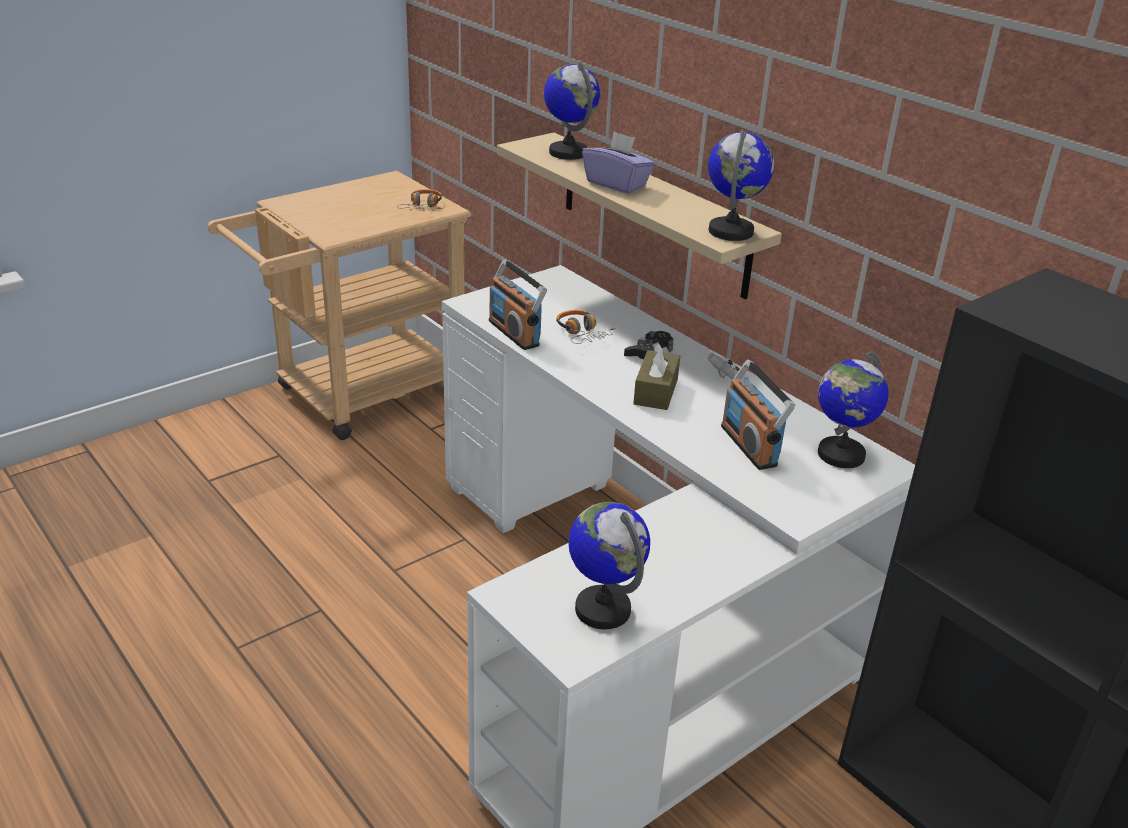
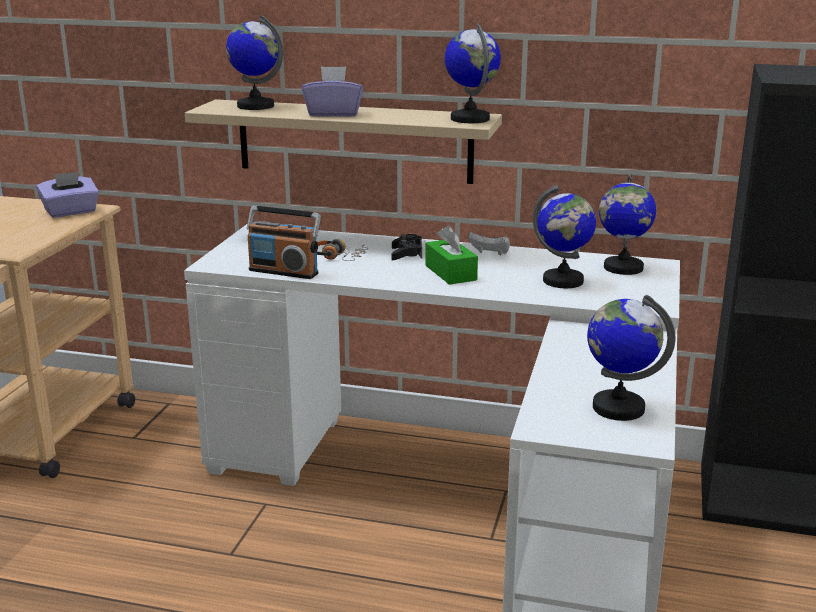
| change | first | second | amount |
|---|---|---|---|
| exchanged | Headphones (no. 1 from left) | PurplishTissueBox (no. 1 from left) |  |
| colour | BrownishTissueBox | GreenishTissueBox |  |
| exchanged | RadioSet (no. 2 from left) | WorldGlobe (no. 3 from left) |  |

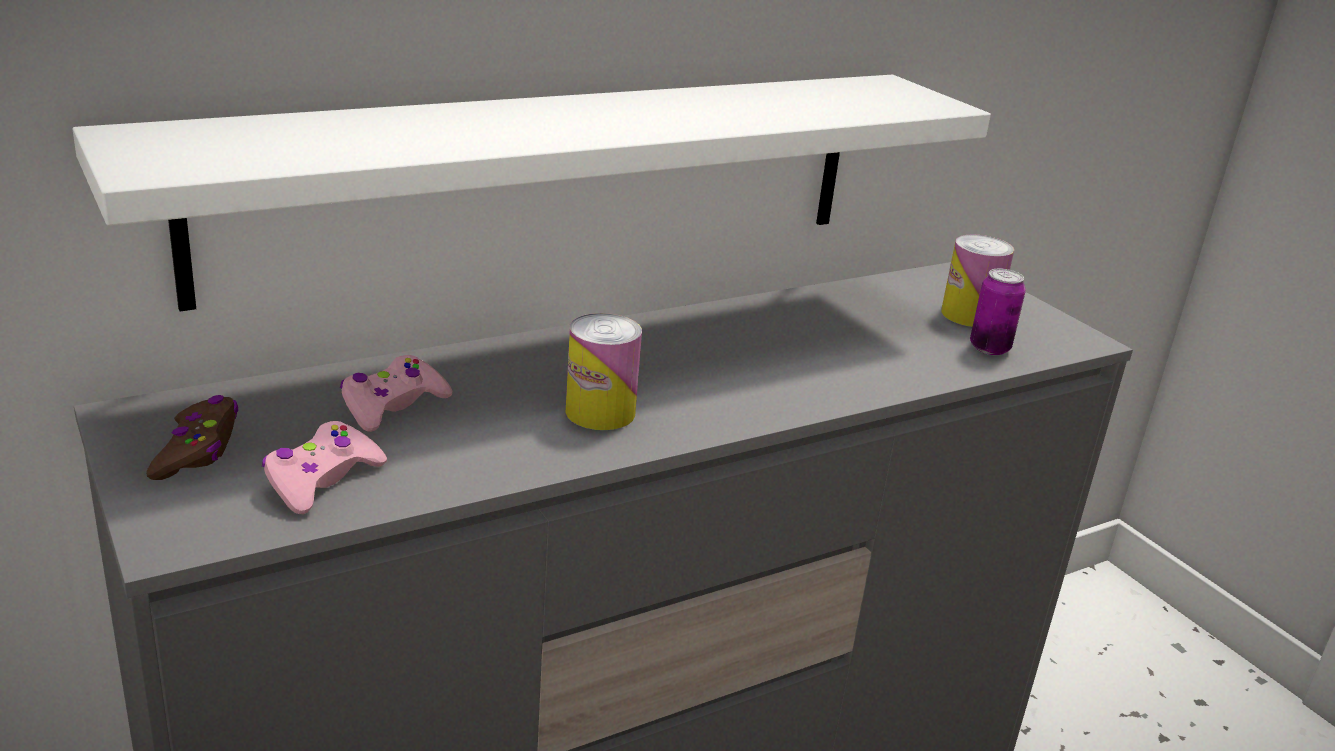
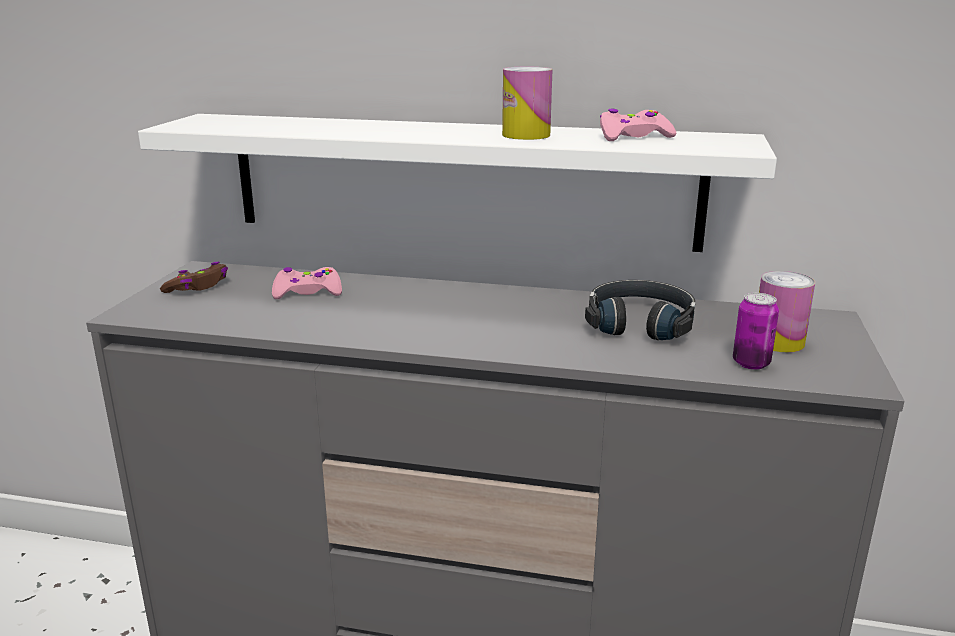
| change | first | second | amount |
|---|---|---|---|
| relocated | SealedCan (no. 1 from left) |  |  |
| appeared |  | BlackColouredHeadphones |  |
| relocated | PinkishGameController (no. 1 from left in the first image) | PinkishGameController (no. 2 from left) |  |

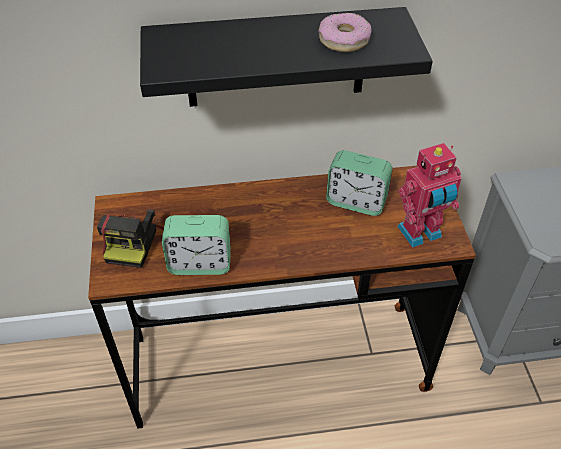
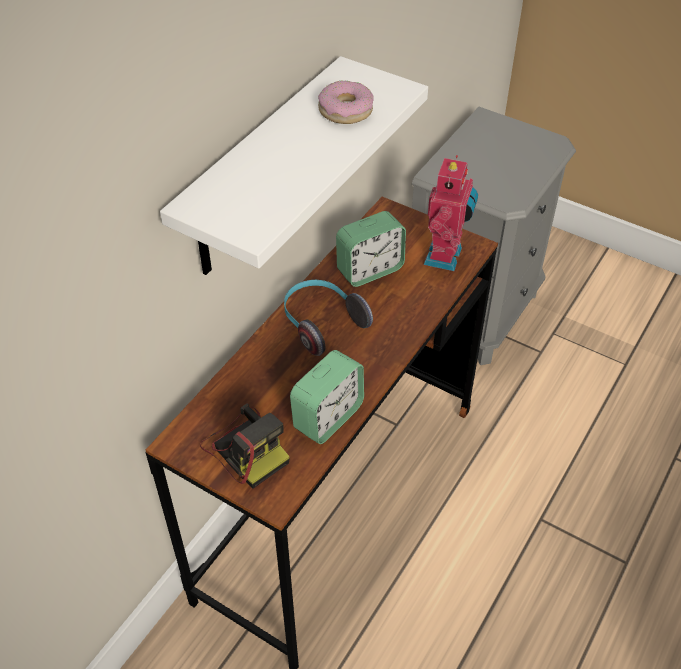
| change | first | second | amount |
|---|---|---|---|
| colour | BlackColouredShelf | WhiteShelf |  |
| appeared |  | Headphones |  |

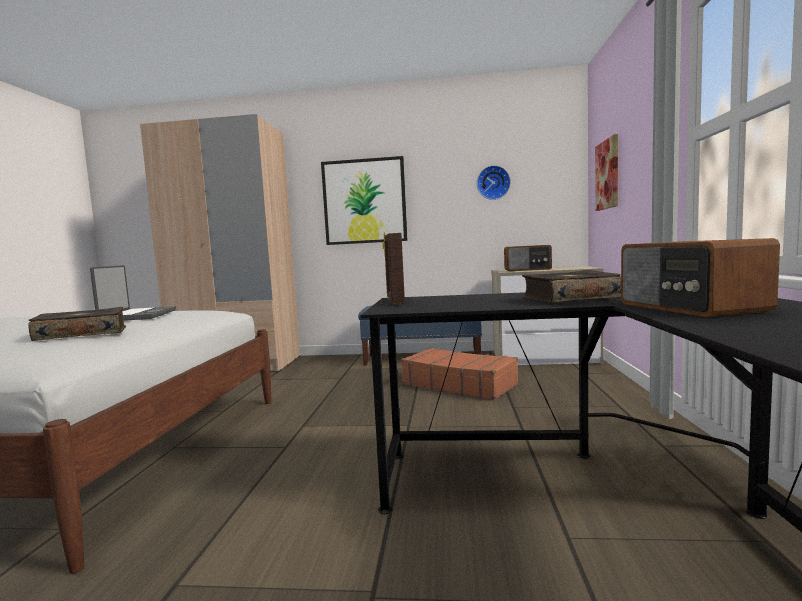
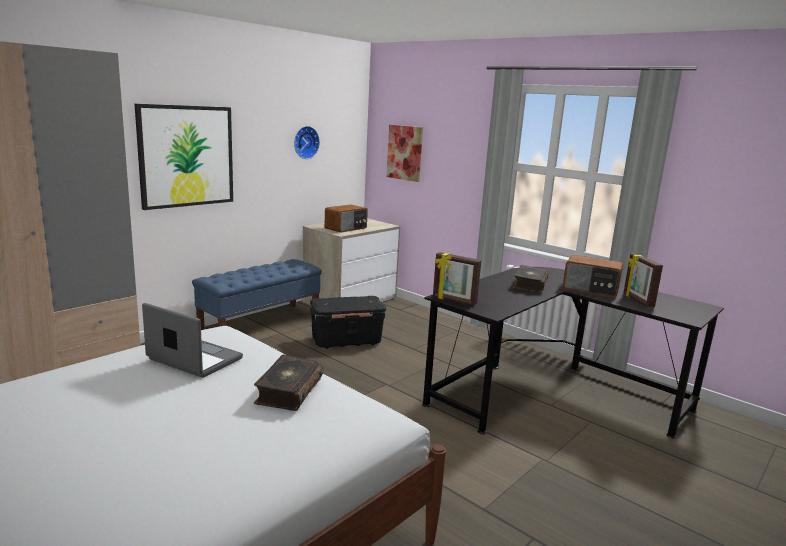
| change | first | second | amount |
|---|---|---|---|
| exchanged | BrownishPieceOfLuggage | BlackColouredStorageContainer |  |
| appeared |  | PictureFrame (no. 2 from left) |  |

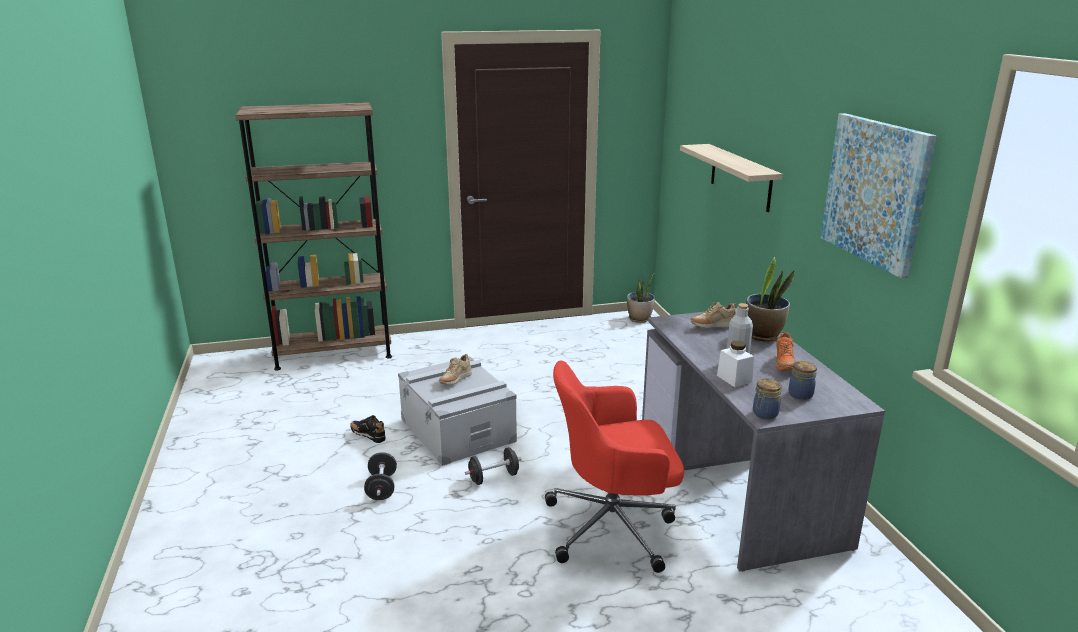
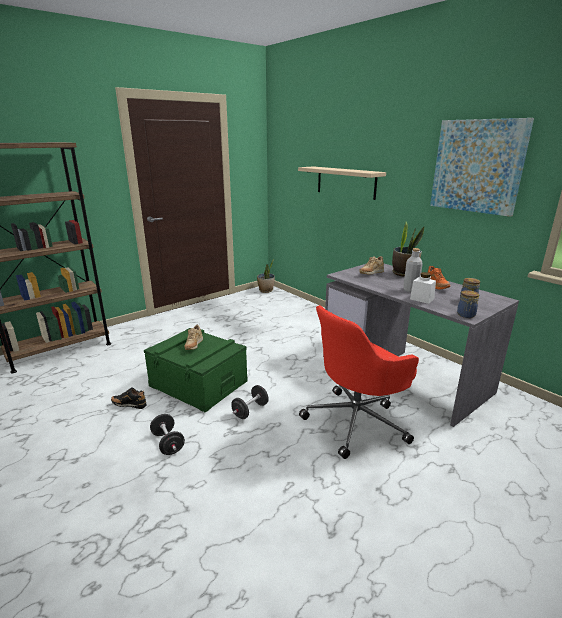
| change | first | second | amount |
|---|---|---|---|
| colour | GreyishStorageContainer | GreenishStorageContainer |  |

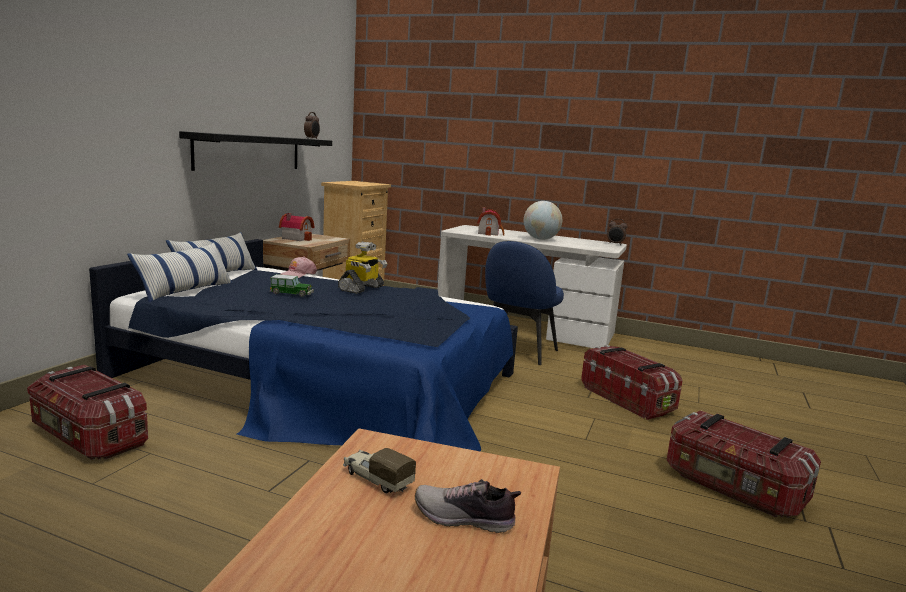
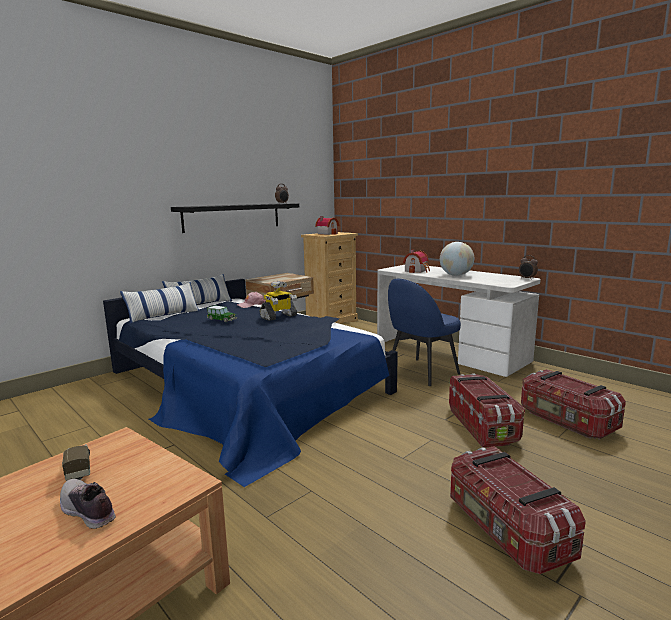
| change | first | second | amount |
|---|---|---|---|
| relocated | ModelHouse (no. 1 from left) |  |  |
| relocated | StorageContainer (no. 1 from left in the first image) | StorageContainer (no. 3 from left) |  |

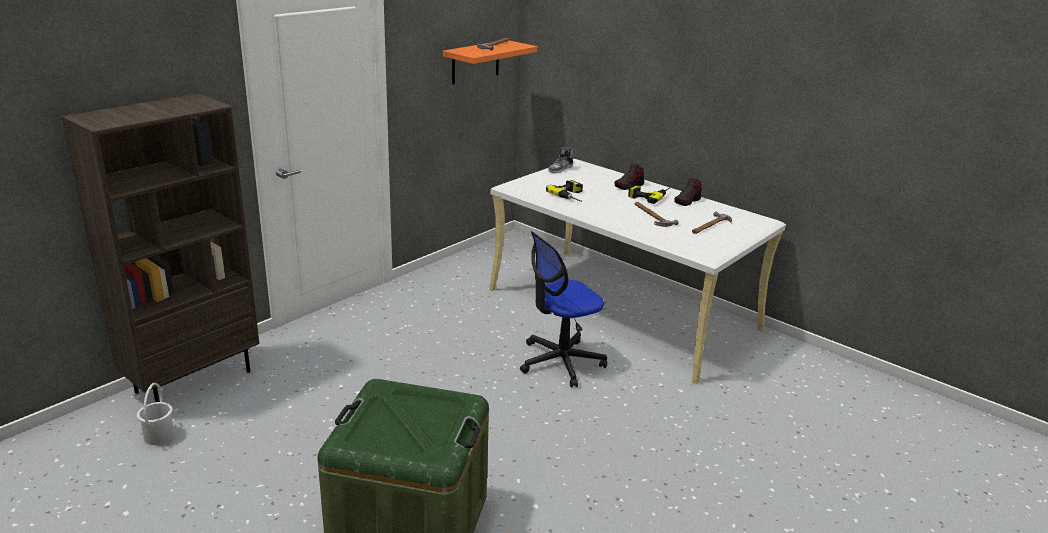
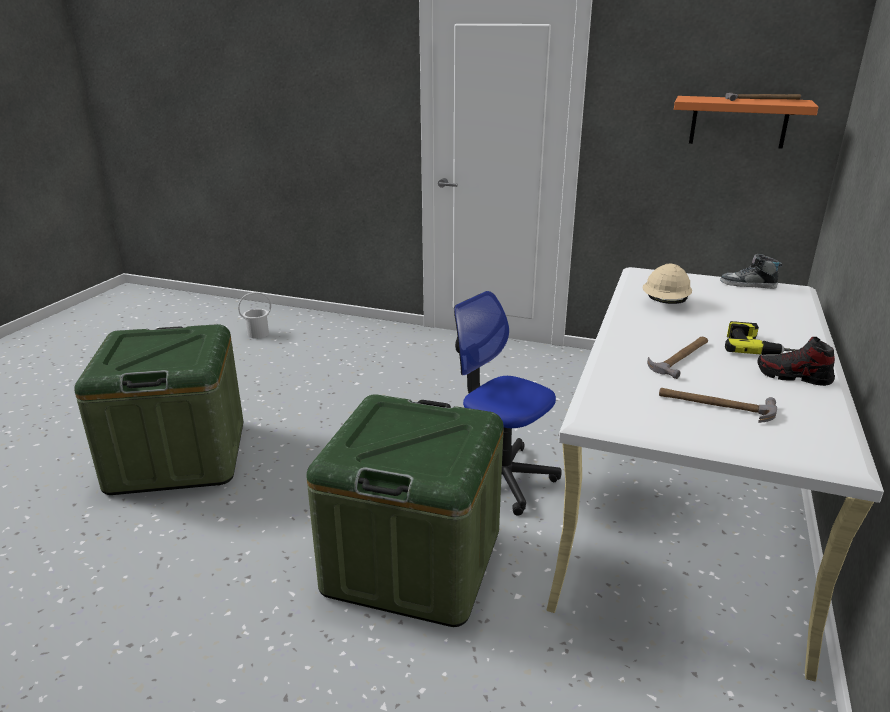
| change | first | second | amount |
|---|---|---|---|
| appeared |  | GreenishStorageContainer (no. 2 from left) |  |
| exchanged | PowerDrill (no. 1 from left) | BeigeColouredSafetyHelmet |  |
| missing | BrownishBookcase |  |  |
| missing | ItemOfFootwear (no. 2 from left) |  |  |

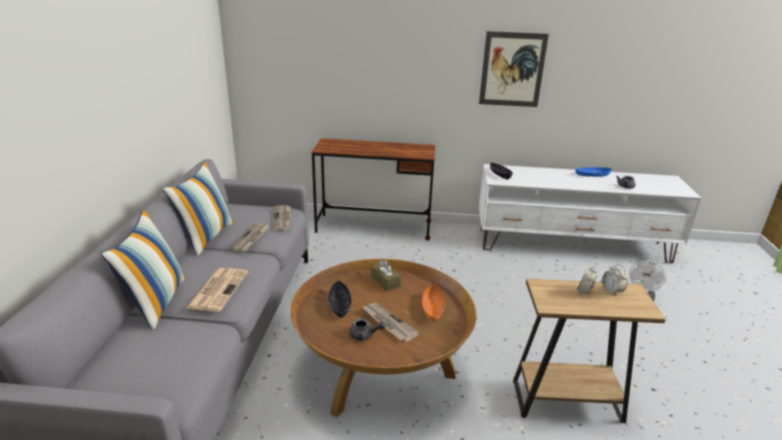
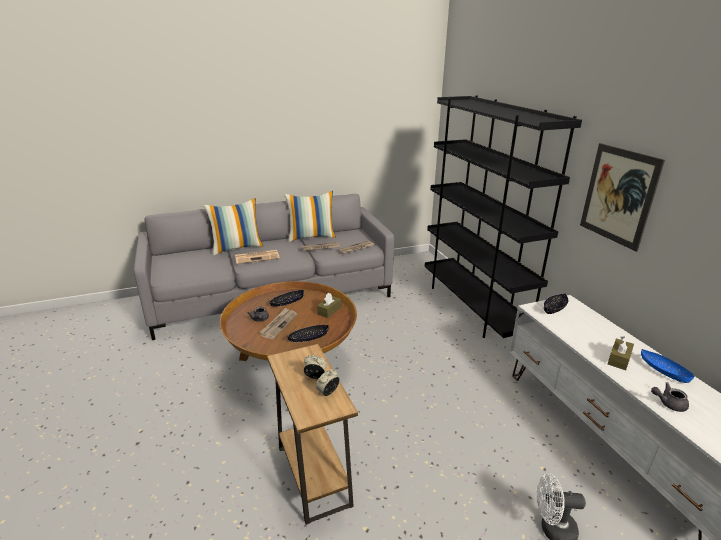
| change | first | second | amount |
|---|---|---|---|
| colour | OrangeyDeepDish | BlackColouredDeepDish (no. 2 from left) |  |
| exchanged | BrownishDeskUnit | BlackColouredBookcase |  |
| appeared |  | BrownishTissueBox (no. 2 from left) |  |

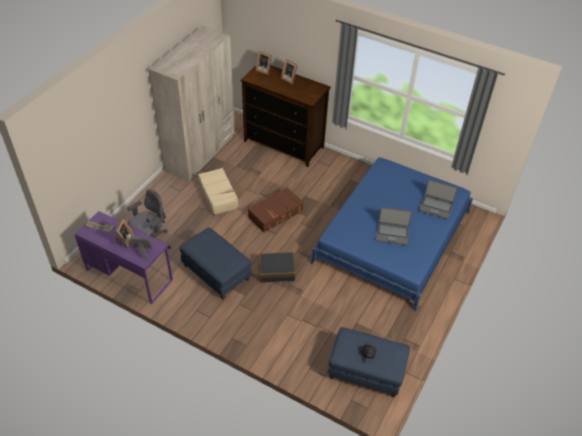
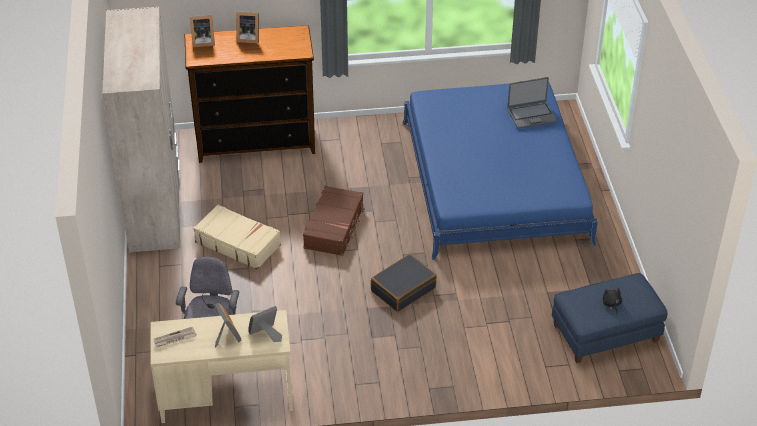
| change | first | second | amount |
|---|---|---|---|
| colour | PurplishDeskUnit | BeigeColouredDeskUnit |  |
| missing | BlueColouredOttoman (no. 1 from left) |  |  |
| missing | PortableComputer (no. 1 from left) |  |  |

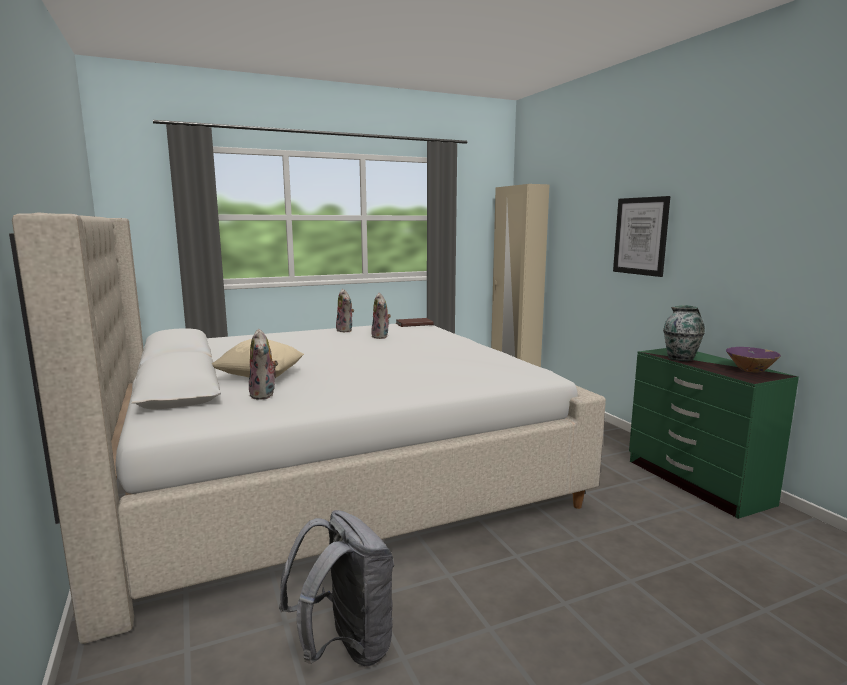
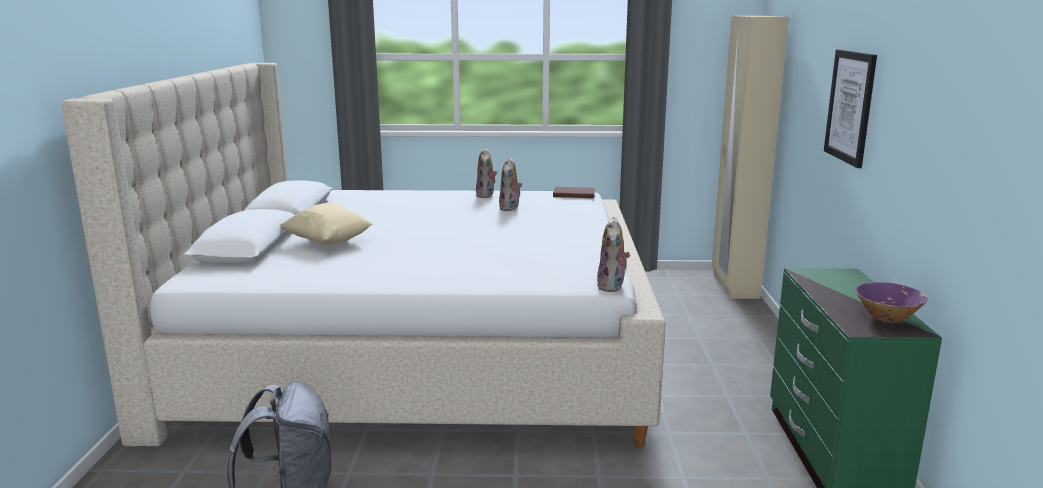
| change | first | second | amount |
|---|---|---|---|
| relocated | PlushToy (no. 1 from left in the first image) | PlushToy (no. 3 from left) |  |
| missing | Vase |  |  |

